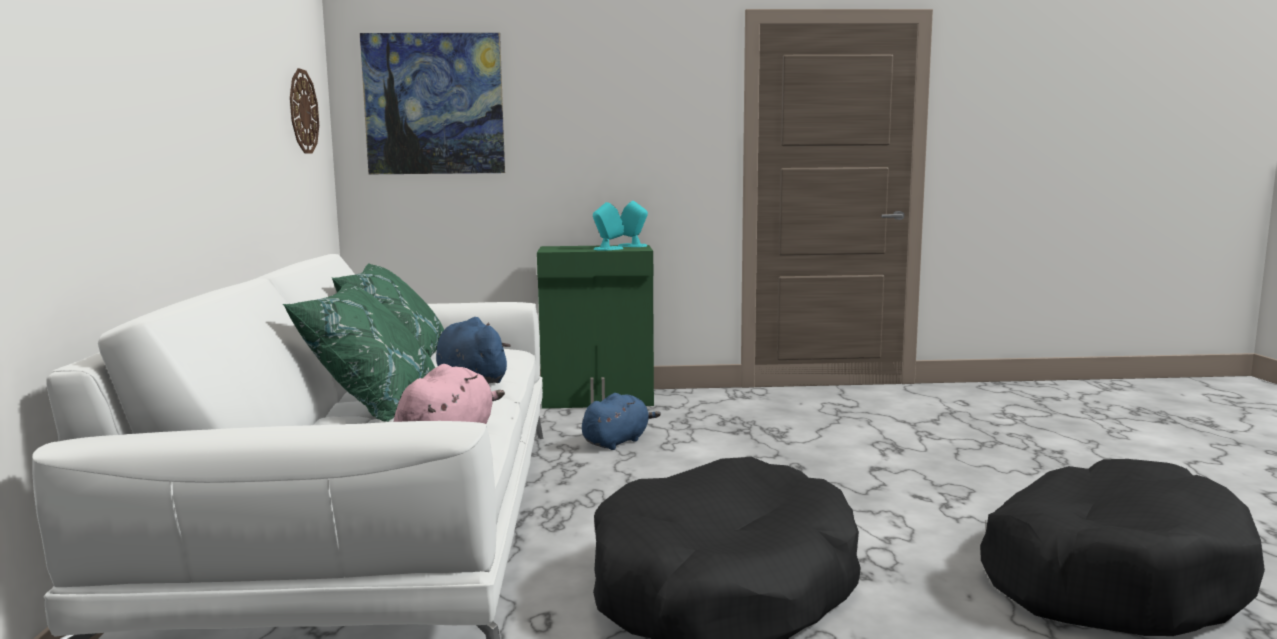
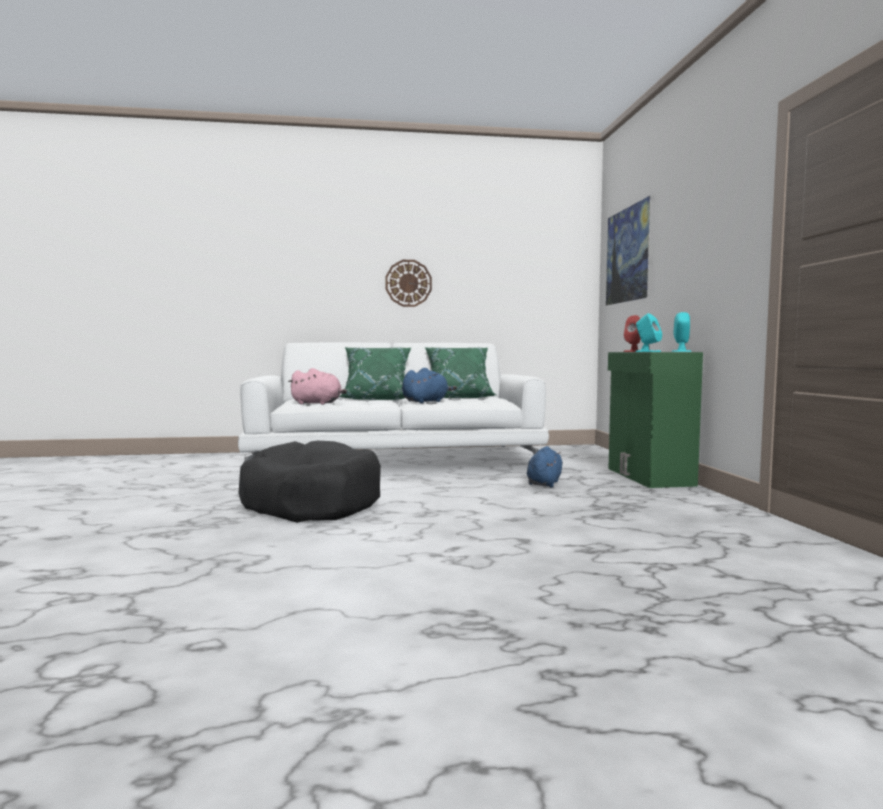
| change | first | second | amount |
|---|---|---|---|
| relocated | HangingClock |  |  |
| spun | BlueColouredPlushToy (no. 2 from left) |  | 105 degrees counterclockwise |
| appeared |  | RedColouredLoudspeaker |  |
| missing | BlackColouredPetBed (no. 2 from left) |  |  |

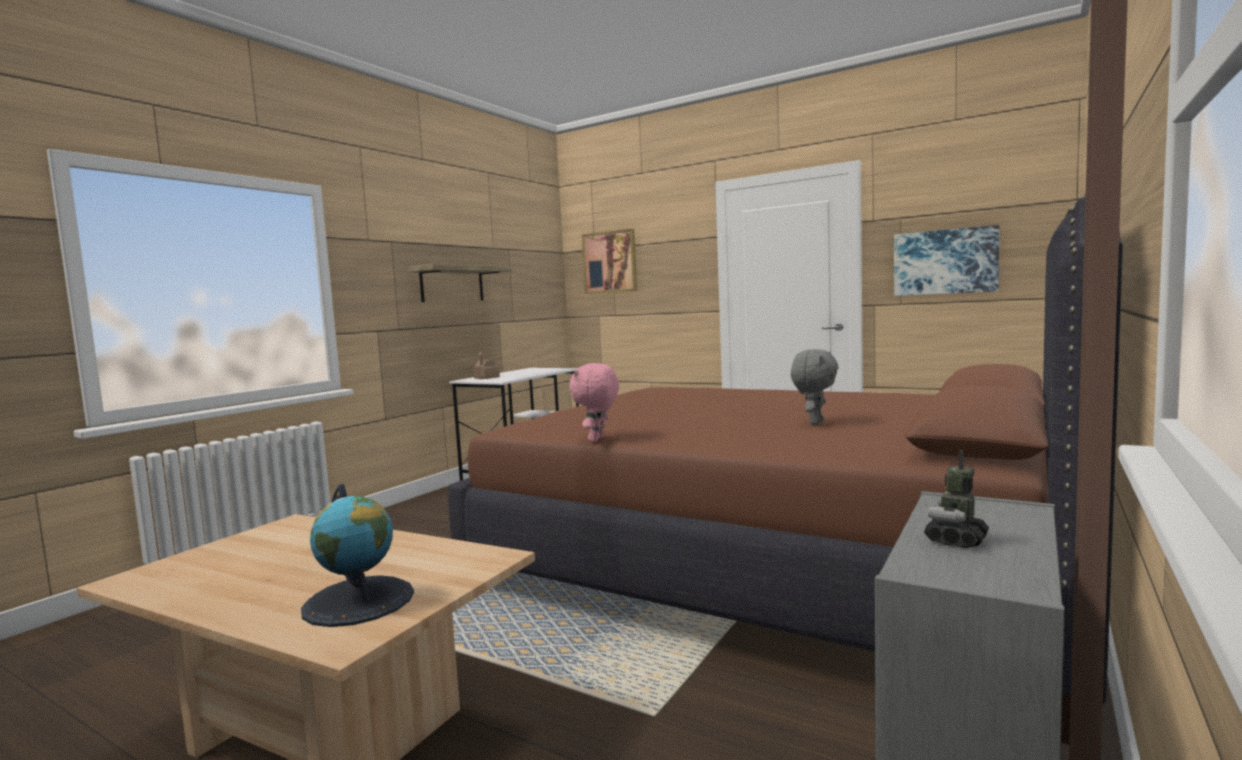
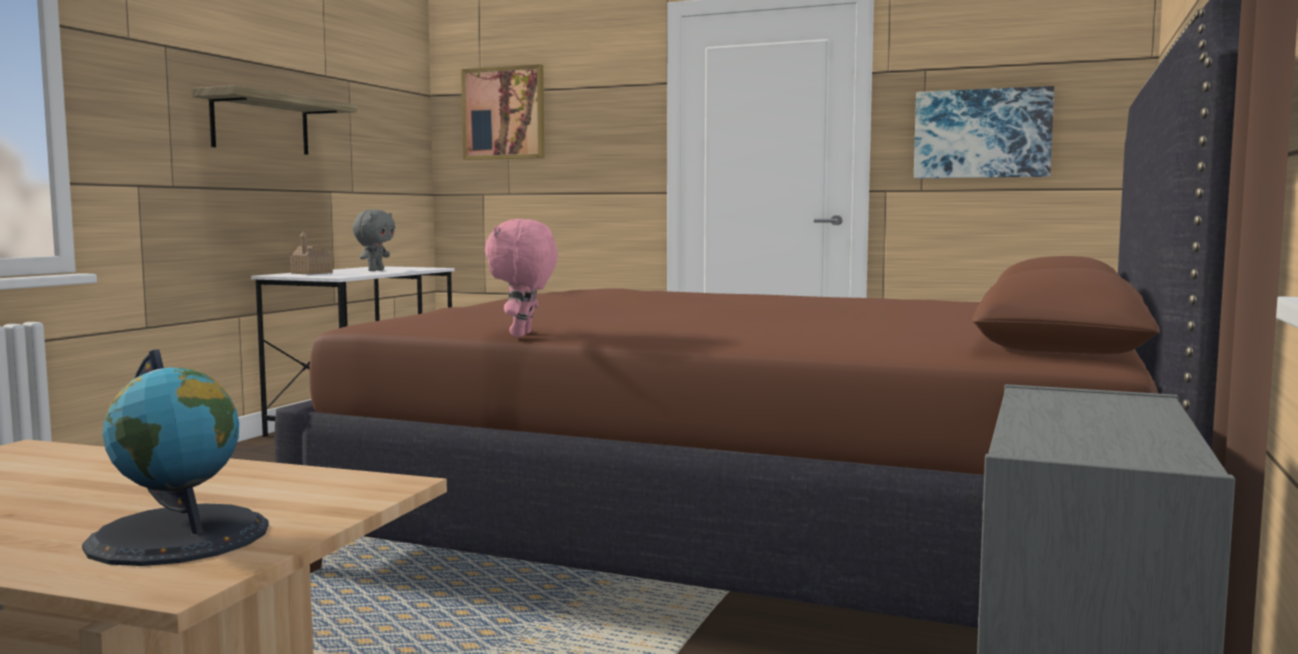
| change | first | second | amount |
|---|---|---|---|
| relocated | GreyishPlushToy |  |  |
| missing | ToyRobot |  |  |

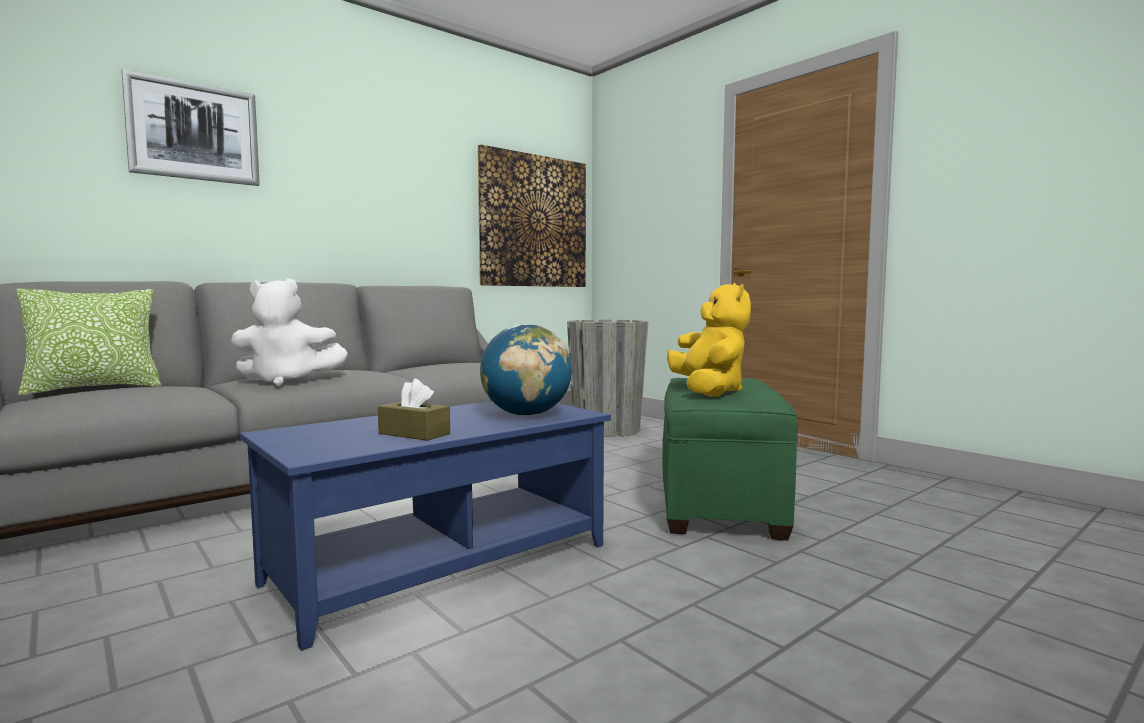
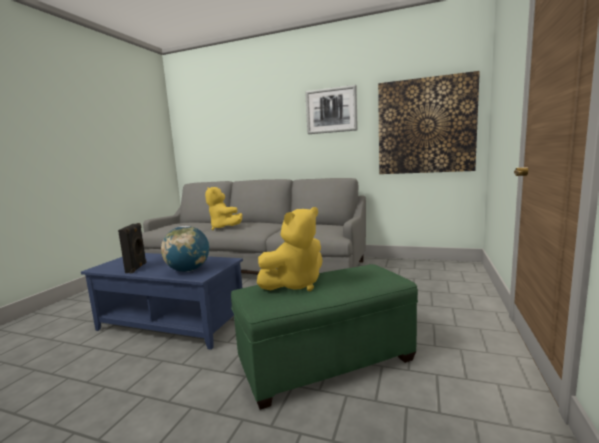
| change | first | second | amount |
|---|---|---|---|
| exchanged | BrownishTissueBox | BlackColouredLoudspeaker |  |
| colour | WhitePlushToy | YellowColouredPlushToy (no. 1 from left) |  |
| relocated | WallPicture (no. 1 from left) |  |  |
| missing | ThrowPillow |  |  |
| missing | GreyishFlowerPot |  |  |

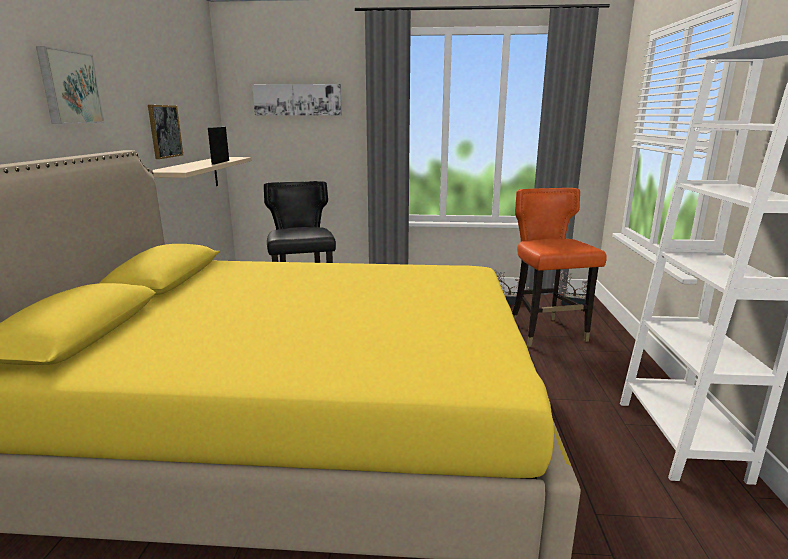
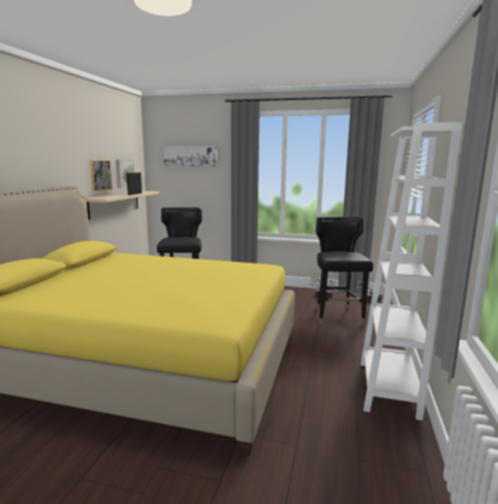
| change | first | second | amount |
|---|---|---|---|
| relocated | WallPicture (no. 1 from left in the first image) | WallPicture (no. 2 from left) |  |
| colour | OrangeyUprightChair | BlackColouredUprightChair (no. 2 from left) |  |

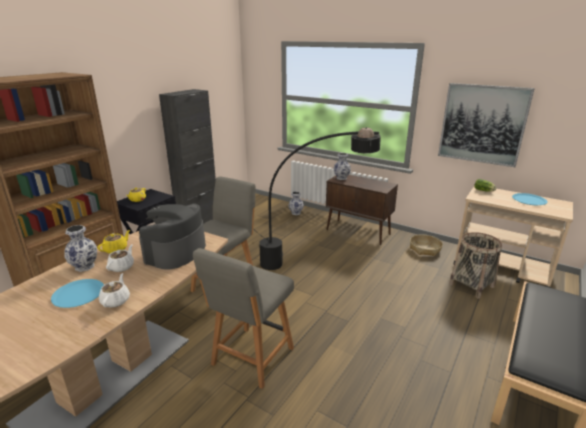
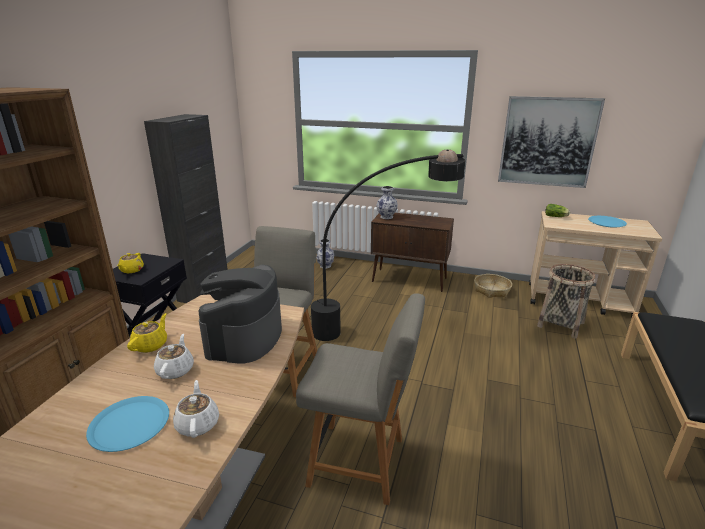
| change | first | second | amount |
|---|---|---|---|
| spun | GreyishUprightChair (no. 2 from left) |  | 90 degrees counterclockwise |
| missing | Vase (no. 1 from left) |  |  |

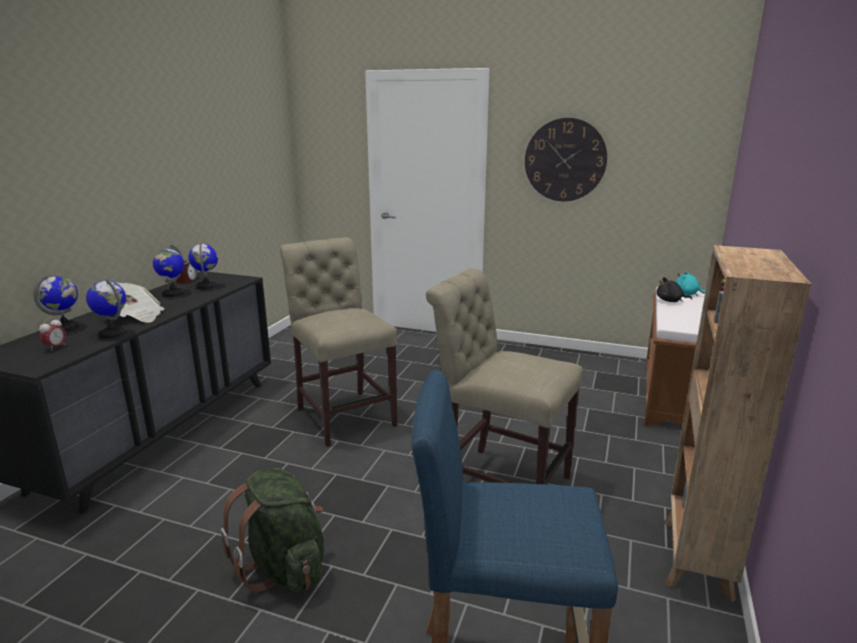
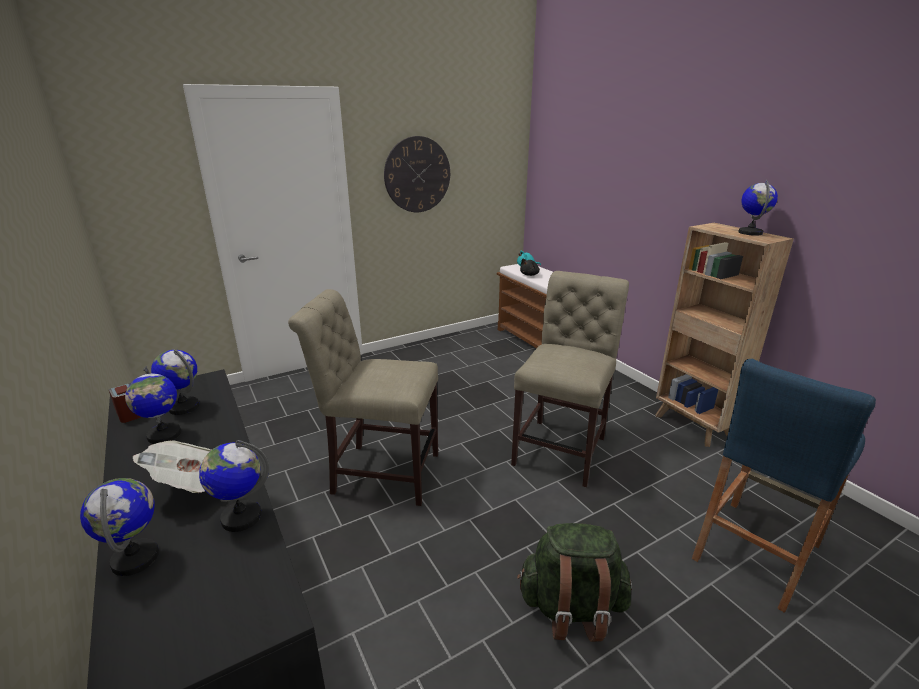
| change | first | second | amount |
|---|---|---|---|
| spun | BeigeColouredUprightChair (no. 2 from left) |  | 135 degrees clockwise |
| appeared |  | WorldGlobe (no. 5 from left) |  |
| missing | TableClock (no. 1 from left) |  |  |

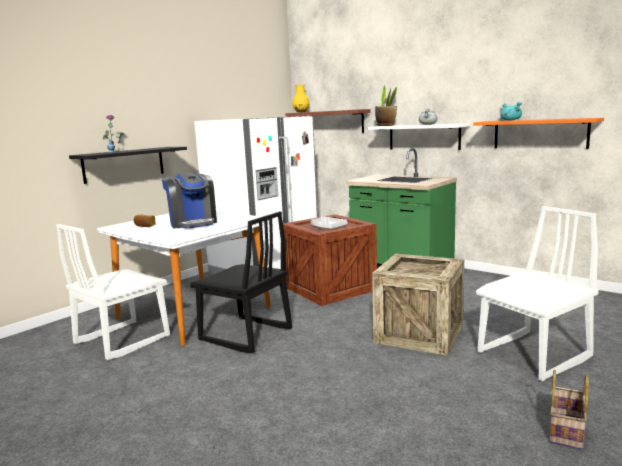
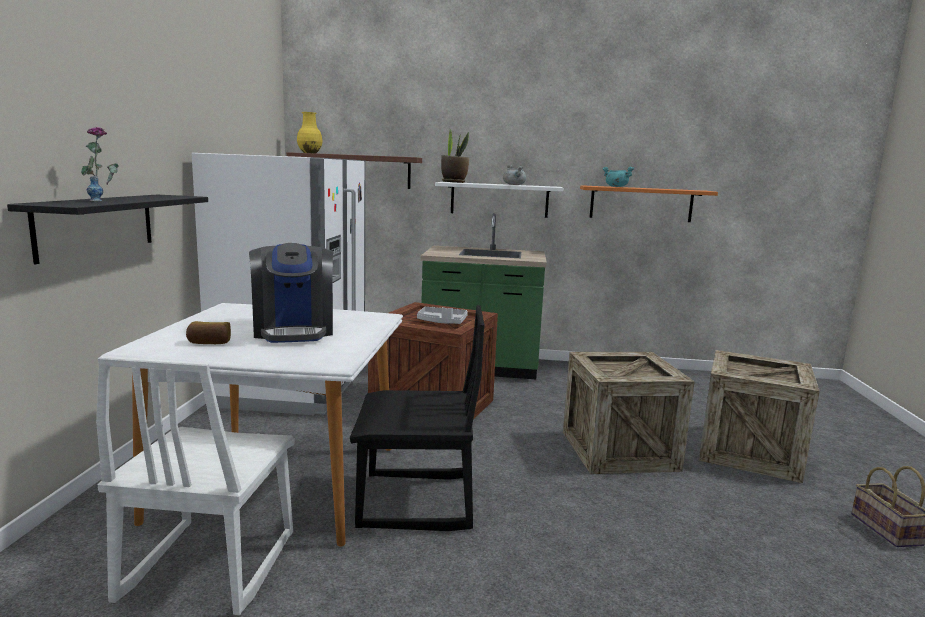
| change | first | second | amount |
|---|---|---|---|
| spun | CoffeeMachine |  | 45 degrees clockwise |
| exchanged | WhiteUprightChair (no. 2 from left) | ShippingCrate (no. 3 from left) |  |

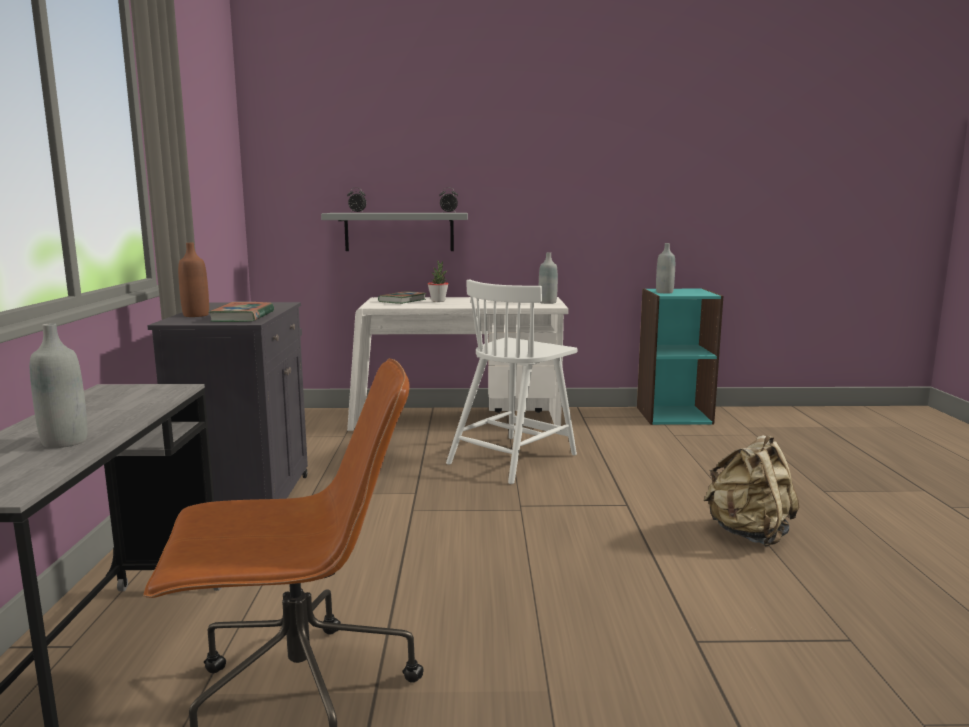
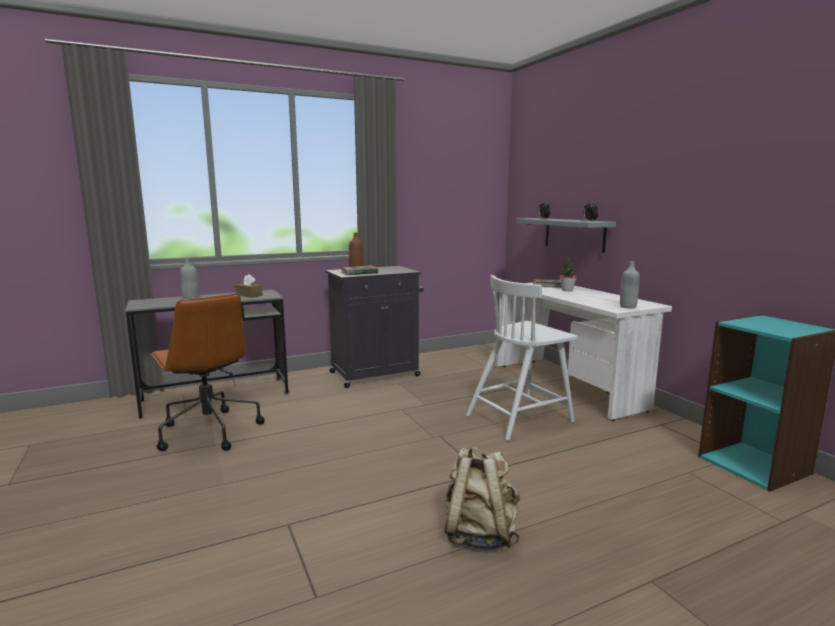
| change | first | second | amount |
|---|---|---|---|
| appeared |  | BrownishTissueBox |  |
| spun | WhiteUprightChair |  | 45 degrees counterclockwise |
| missing | GreyishBottle (no. 3 from left) |  |  |

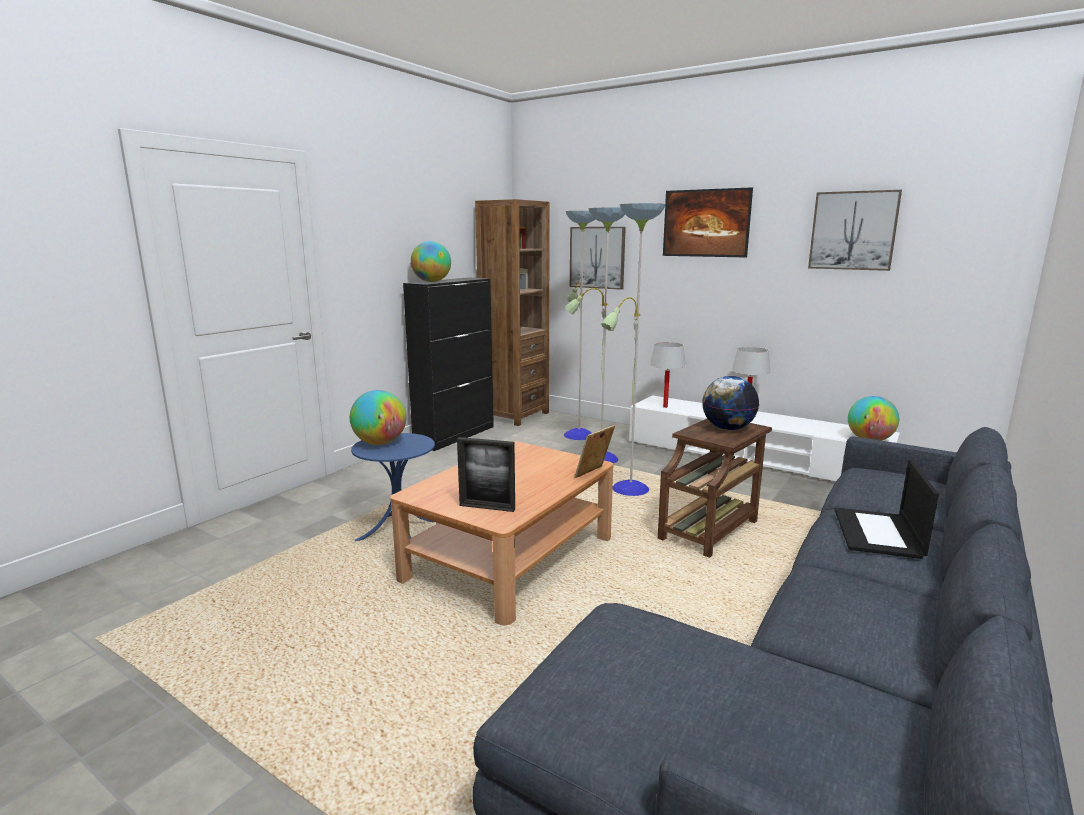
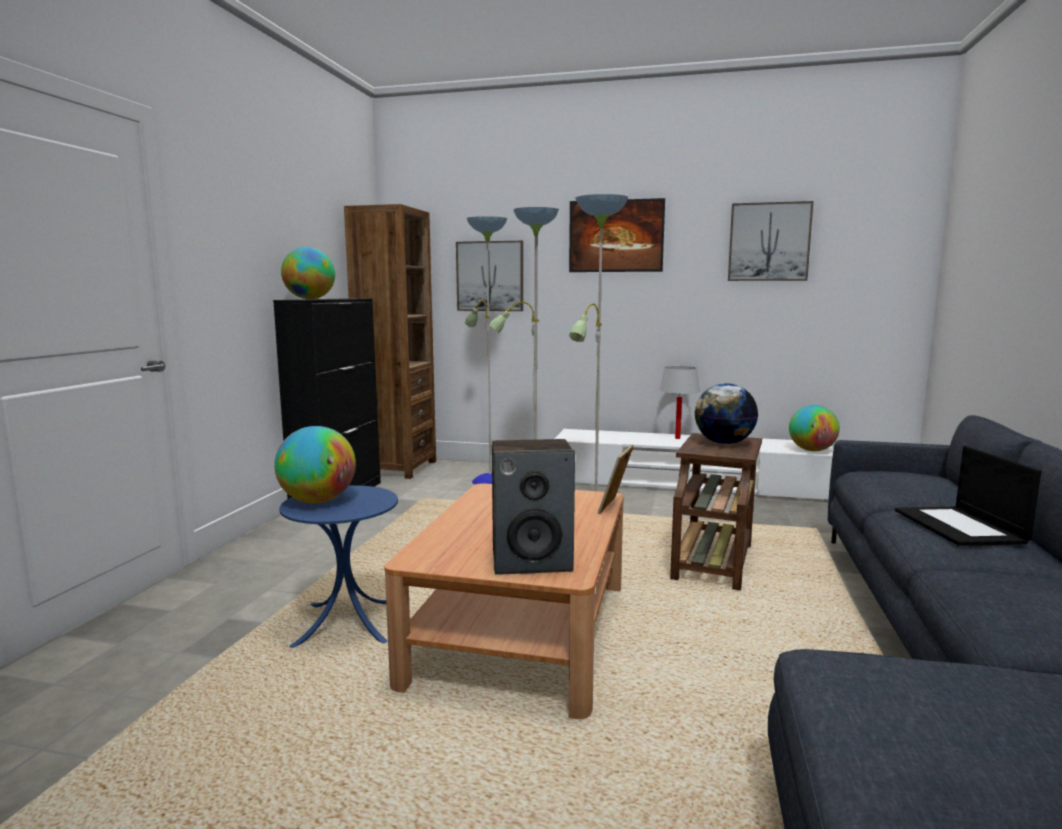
| change | first | second | amount |
|---|---|---|---|
| exchanged | PictureFrame (no. 1 from left) | Loudspeaker |  |
| missing | WhiteTableLamp (no. 1 from left) |  |  |

